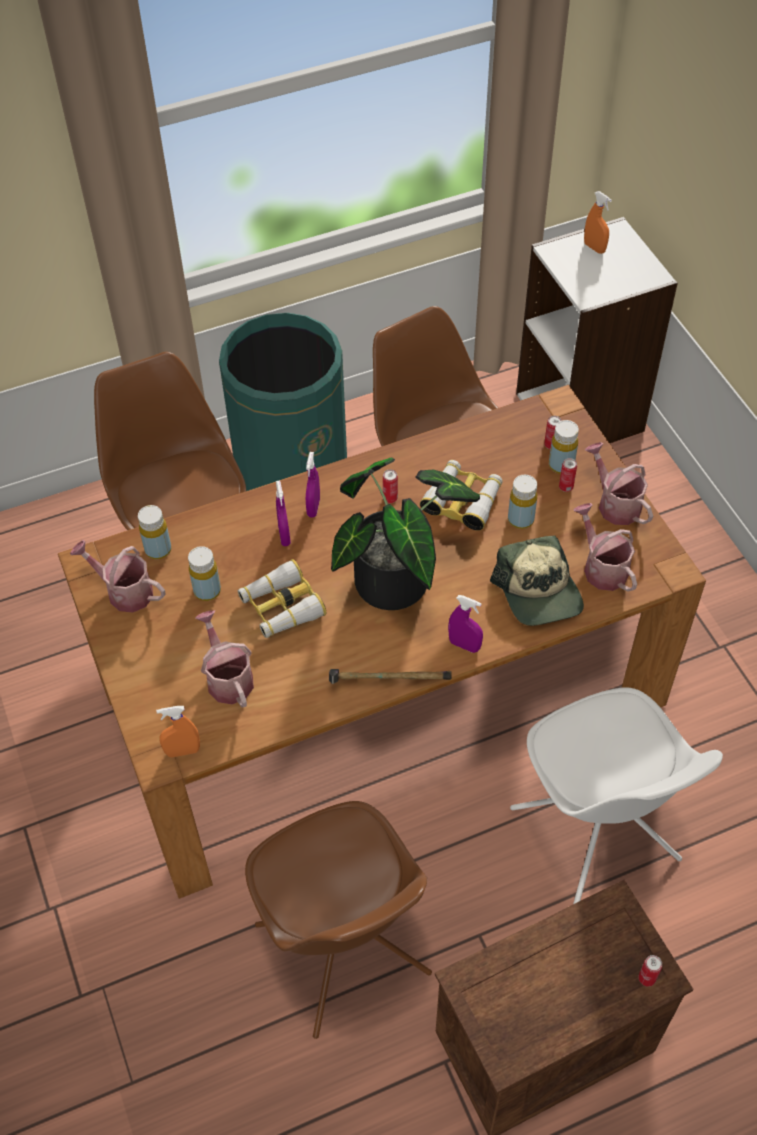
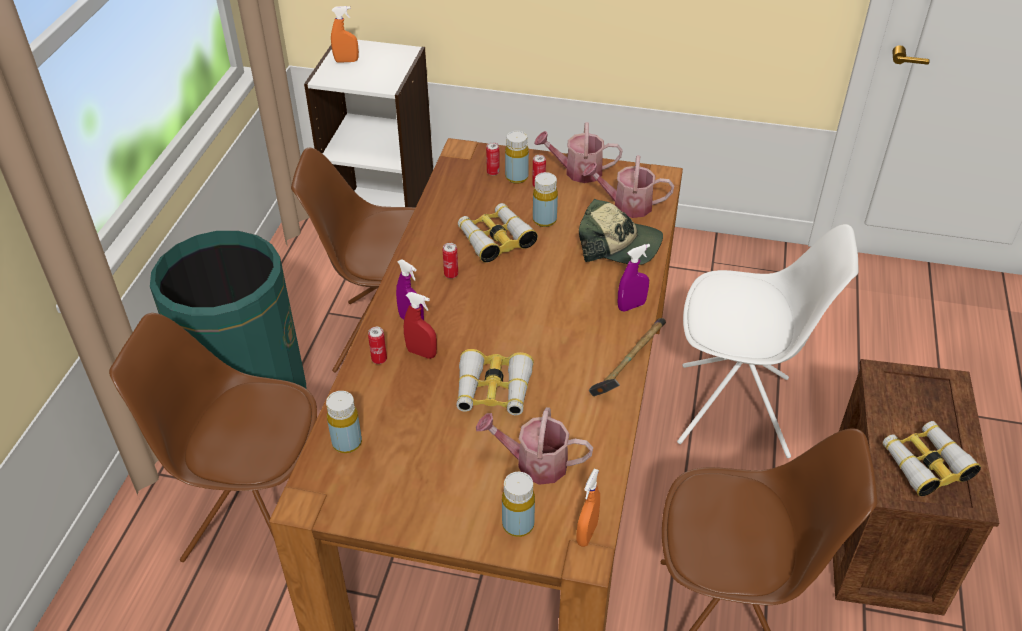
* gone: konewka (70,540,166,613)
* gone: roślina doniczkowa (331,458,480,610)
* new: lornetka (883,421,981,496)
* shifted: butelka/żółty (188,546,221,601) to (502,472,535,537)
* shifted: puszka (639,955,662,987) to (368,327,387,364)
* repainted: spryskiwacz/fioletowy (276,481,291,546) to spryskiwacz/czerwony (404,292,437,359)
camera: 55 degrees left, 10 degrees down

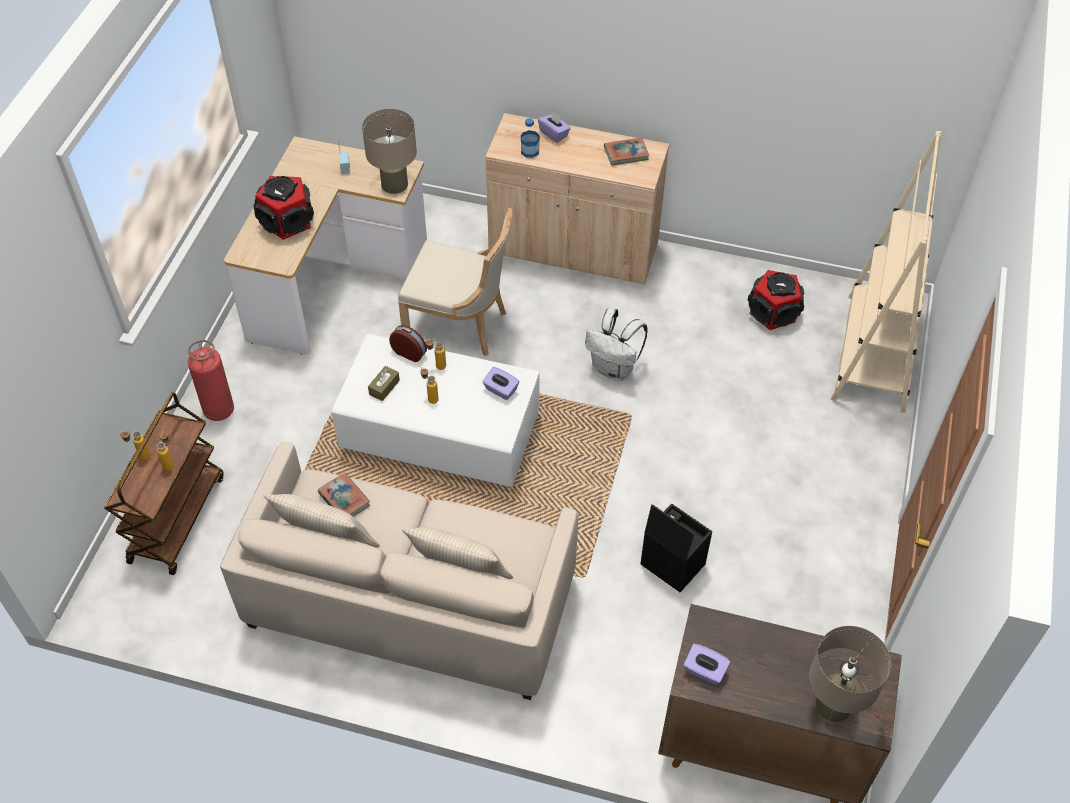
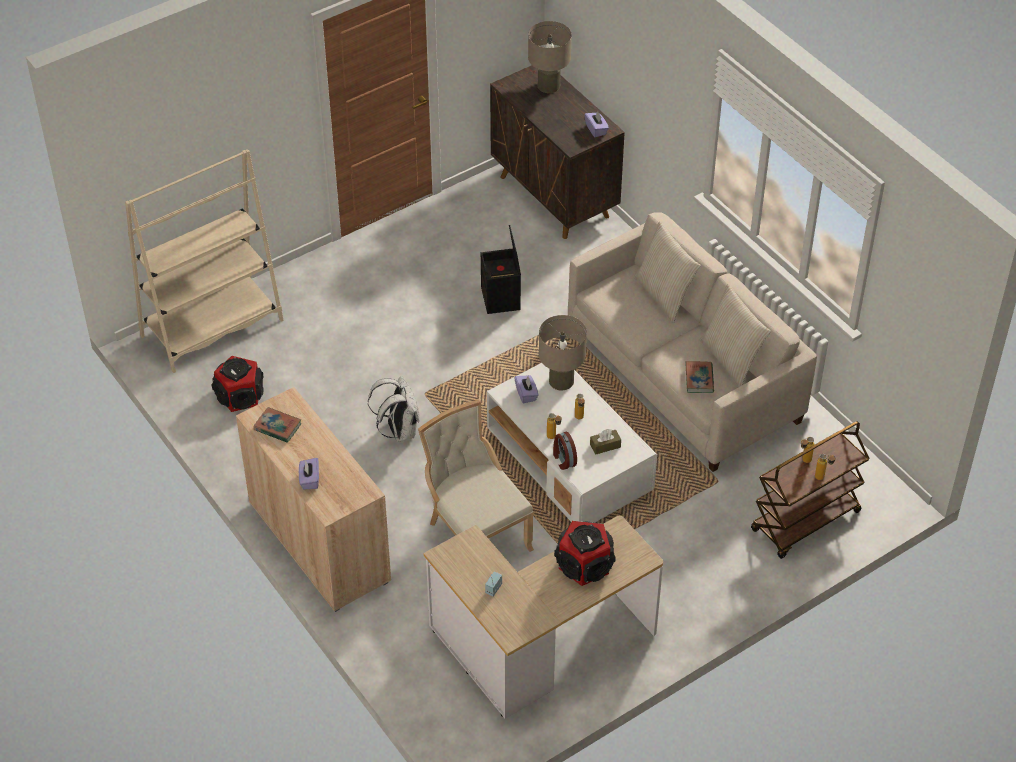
* gone: gaśnica (188,340,234,421)
* gone: butelka (521,118,540,158)
* shifted: lampa stołowa/beżowy (362,109,417,194) to (539,315,587,390)
camera: 140 degrees left, 5 degrees down

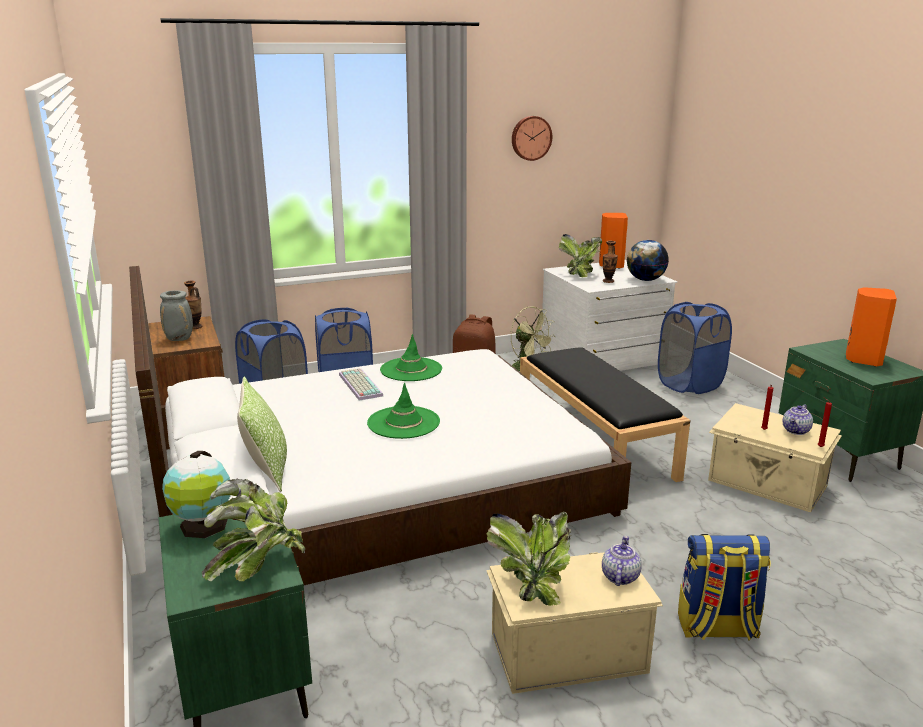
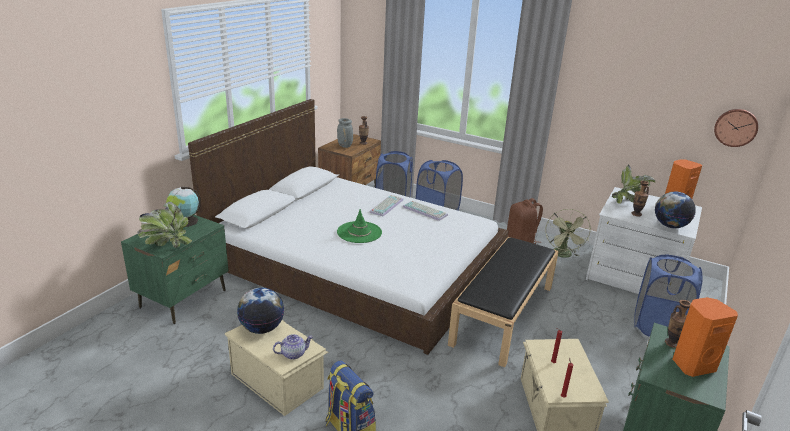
* gone: poduszka (237,377,287,492)
* gone: imbryk (783,404,813,435)
* new: wazon (665,300,691,348)
* shifted: zegar ścienny (512,116,552,161) to (714,109,758,147)
* swapped: kapelusz/zielony (380,334,442,381) to klawiatura (403,201,448,221)
* swapped: roślina doniczkowa (487,512,571,606) to globus (237,287,284,334)
camera: 50 degrees right, 5 degrees up

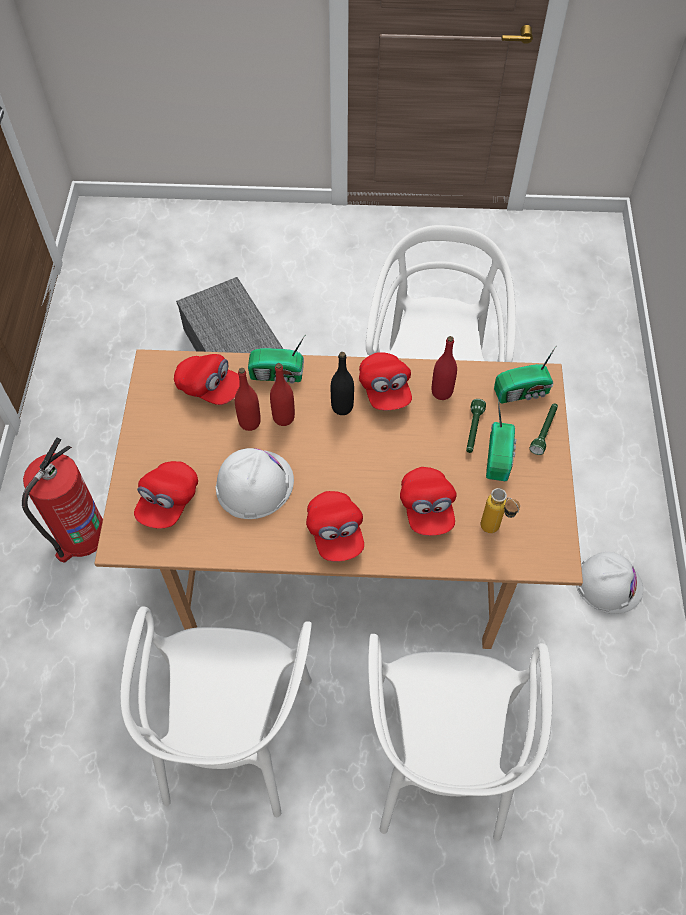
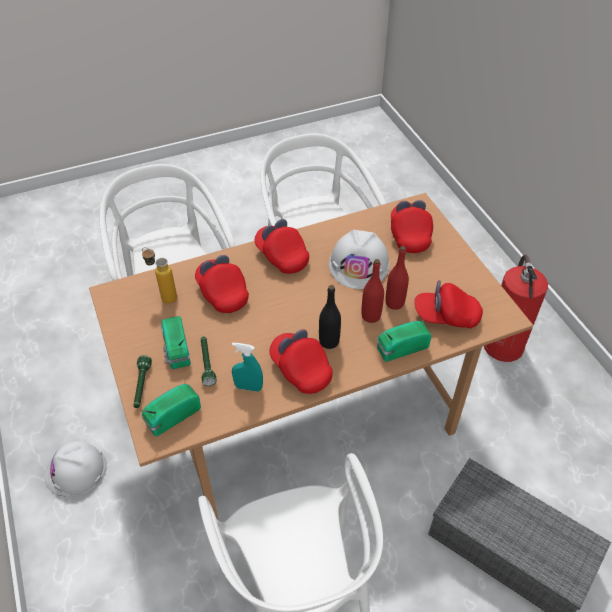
* swapped: butelka/czerwony (432,336,457,400) to spryskiwacz/turkusowy (232,343,263,392)
camera: 155 degrees right, 10 degrees down

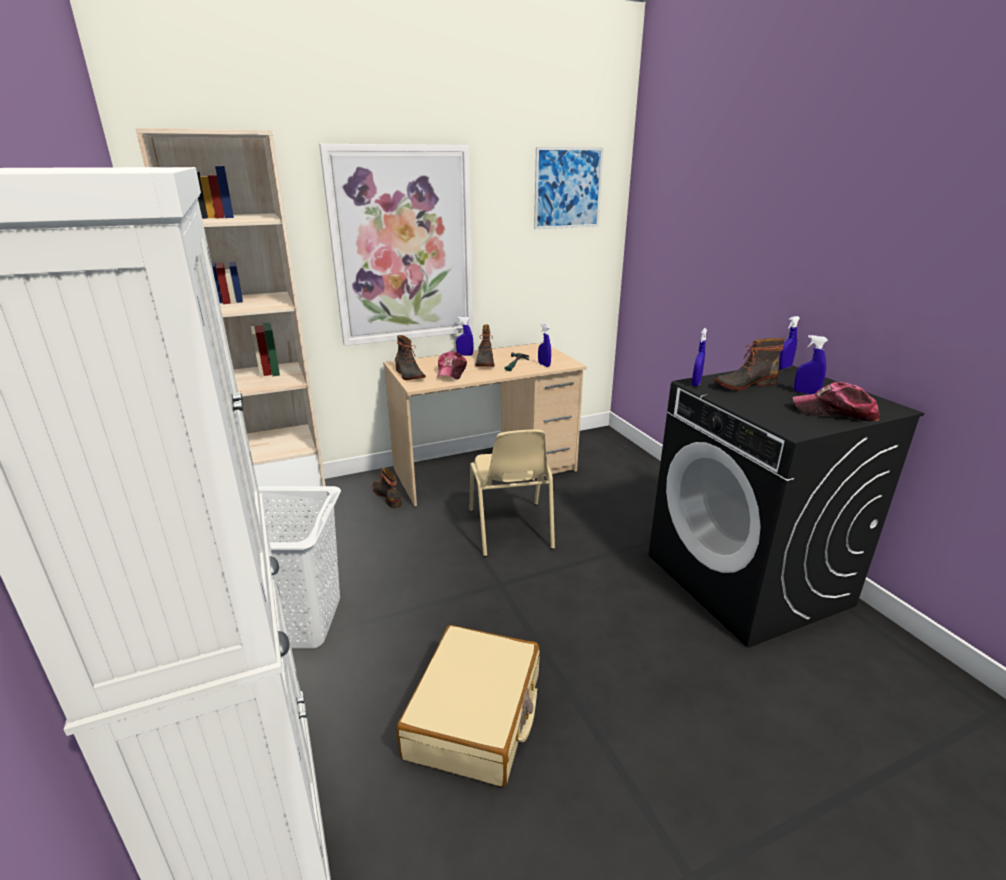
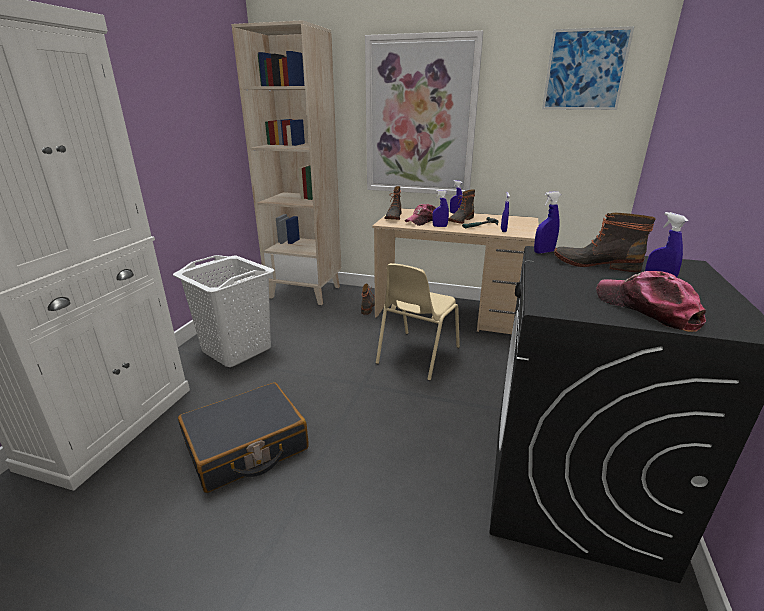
* shifted: spryskiwacz/niebieski (779,316,800,369) to (432,190,449,227)
* repainted: walizka/beżowy (397,625,540,787) to walizka/czarny (178,383,309,493)
camera: 40 degrees right, 0 degrees up

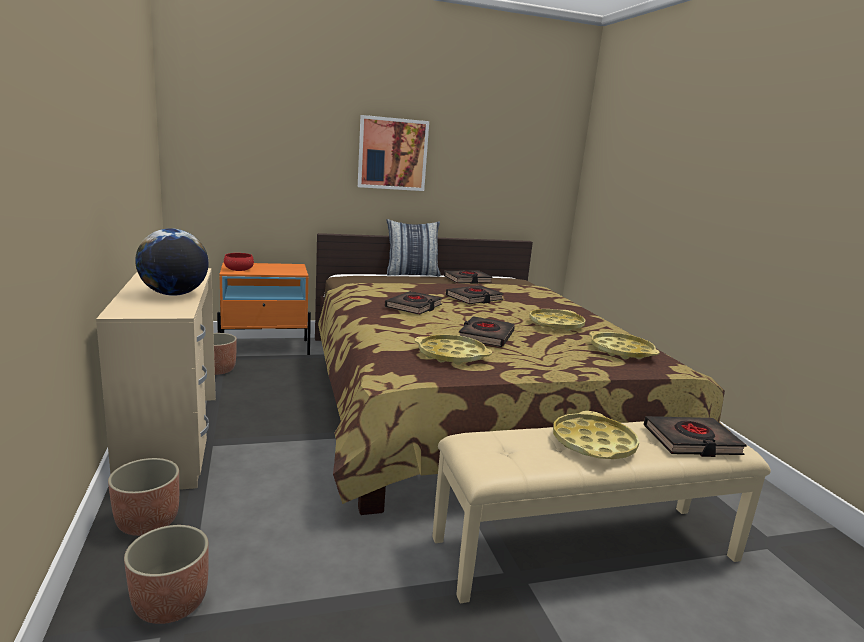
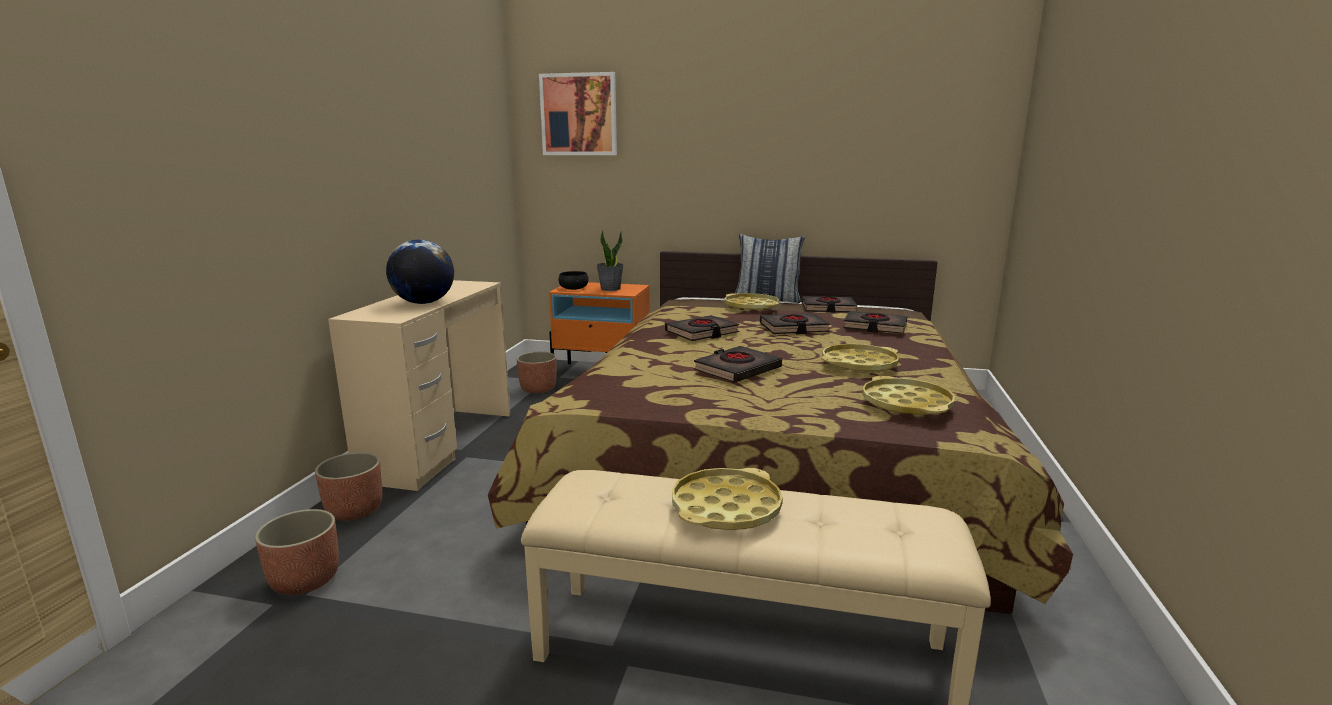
* new: roślina doniczkowa (597,230,624,291)
* shifted: obraz (358,115,429,191) to (539,72,617,155)
* shifted: taca/żółty (414,334,492,365) to (725,293,779,312)
* shifted: książka/czarny (644,416,747,457) to (843,311,907,334)
* repainted: miska/czerwony (224,253,254,271) to miska/czarny (558,271,588,290)
camera: 30 degrees right, 0 degrees up

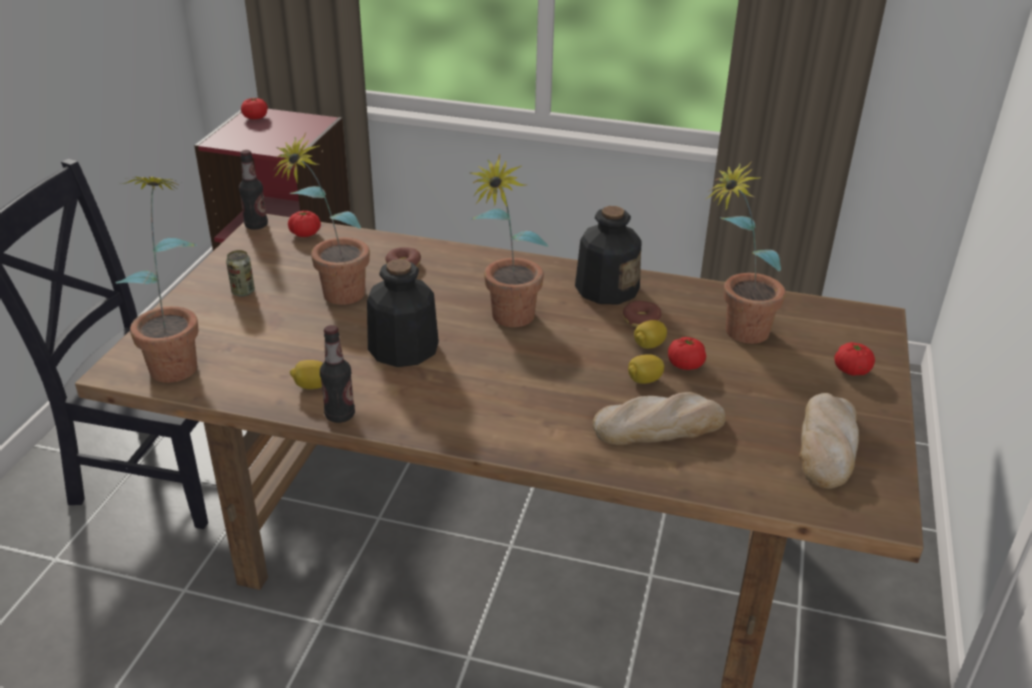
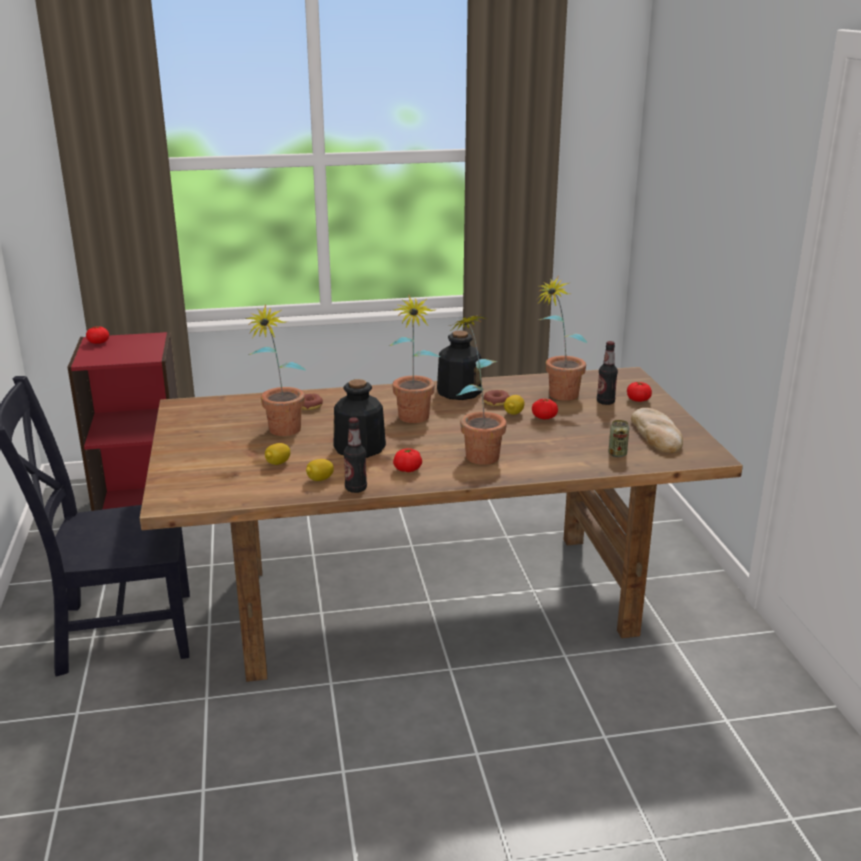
* gone: chleb (592,392,726,445)
* shifted: roślina doniczkowa (115,177,199,383) to (452,315,507,465)
* shifted: puszka (226,250,255,296) to (608,420,629,457)
* shifted: butelka (239,150,268,230) to (597,341,618,405)
* shifted: pomidor (288,211,321,237) to (393,448,422,472)
* shifted: cytryna (628,354,664,384) to (265,443,291,465)
camera: 25 degrees left, 10 degrees down

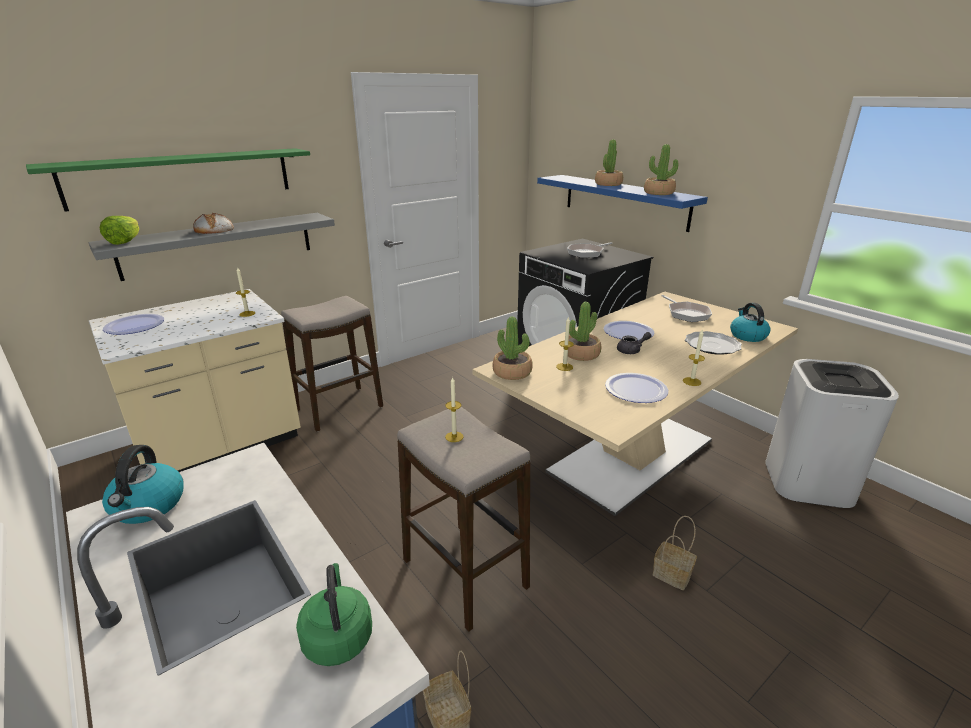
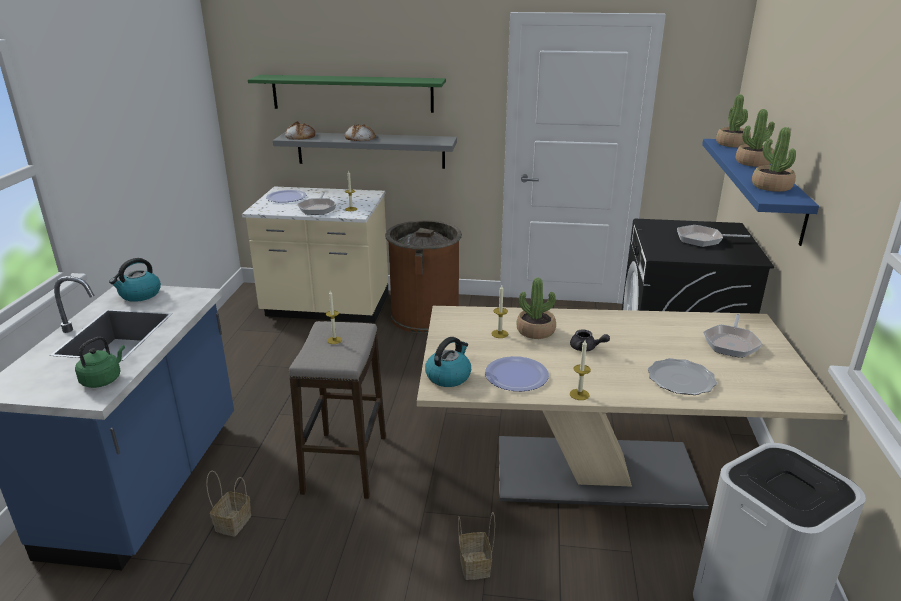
* gone: talerz (604,321,655,341)
* new: patelnia (297,192,336,215)
* shifted: roślina doniczkowa (492,316,533,380) to (716,94,751,147)
* shifted: czajnik (730,302,771,342) to (425,337,471,387)
* swapped: sałata (100,216,139,245) to chleb (285,121,315,140)
* swapped: stołek (281,296,383,432) to kosz na śmieci/brązowy (385,220,462,333)
camera: 45 degrees right, 0 degrees up

